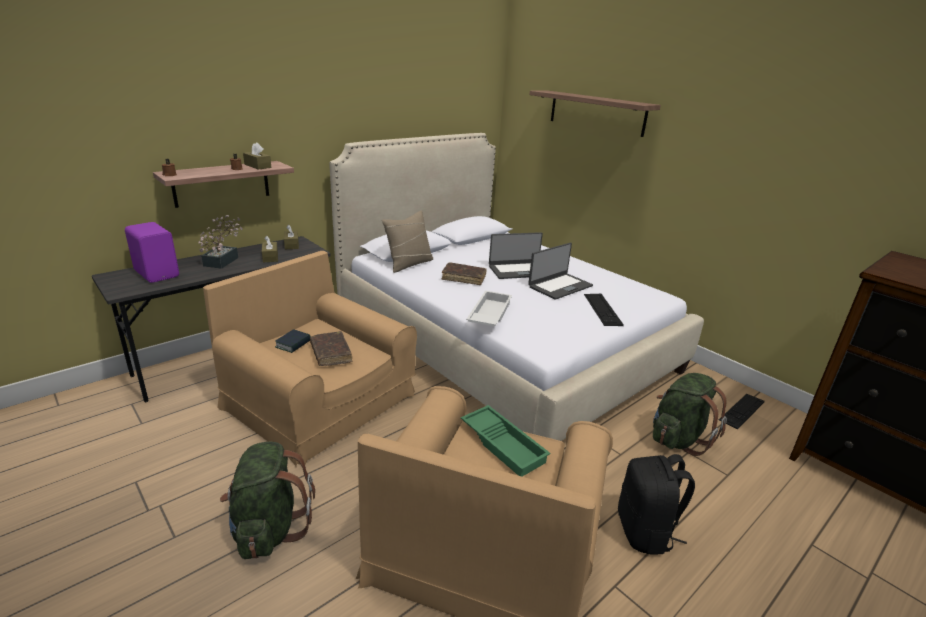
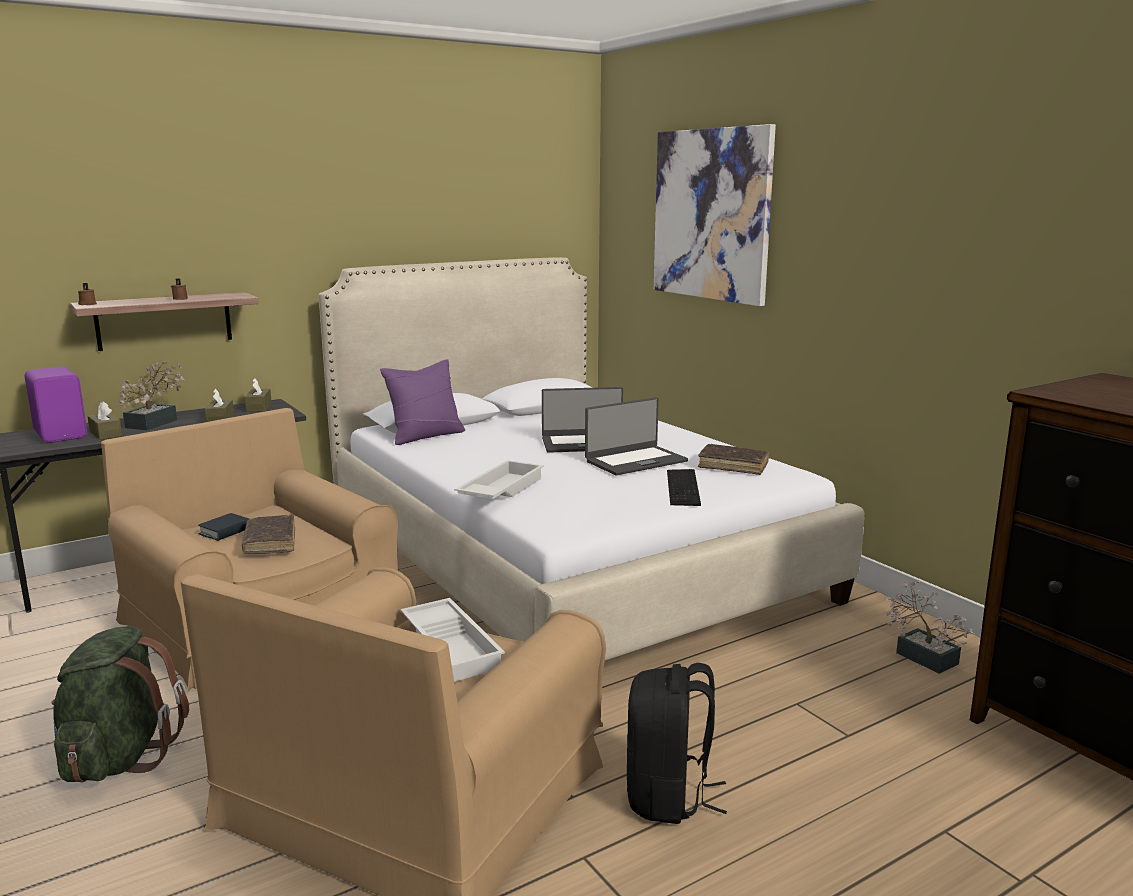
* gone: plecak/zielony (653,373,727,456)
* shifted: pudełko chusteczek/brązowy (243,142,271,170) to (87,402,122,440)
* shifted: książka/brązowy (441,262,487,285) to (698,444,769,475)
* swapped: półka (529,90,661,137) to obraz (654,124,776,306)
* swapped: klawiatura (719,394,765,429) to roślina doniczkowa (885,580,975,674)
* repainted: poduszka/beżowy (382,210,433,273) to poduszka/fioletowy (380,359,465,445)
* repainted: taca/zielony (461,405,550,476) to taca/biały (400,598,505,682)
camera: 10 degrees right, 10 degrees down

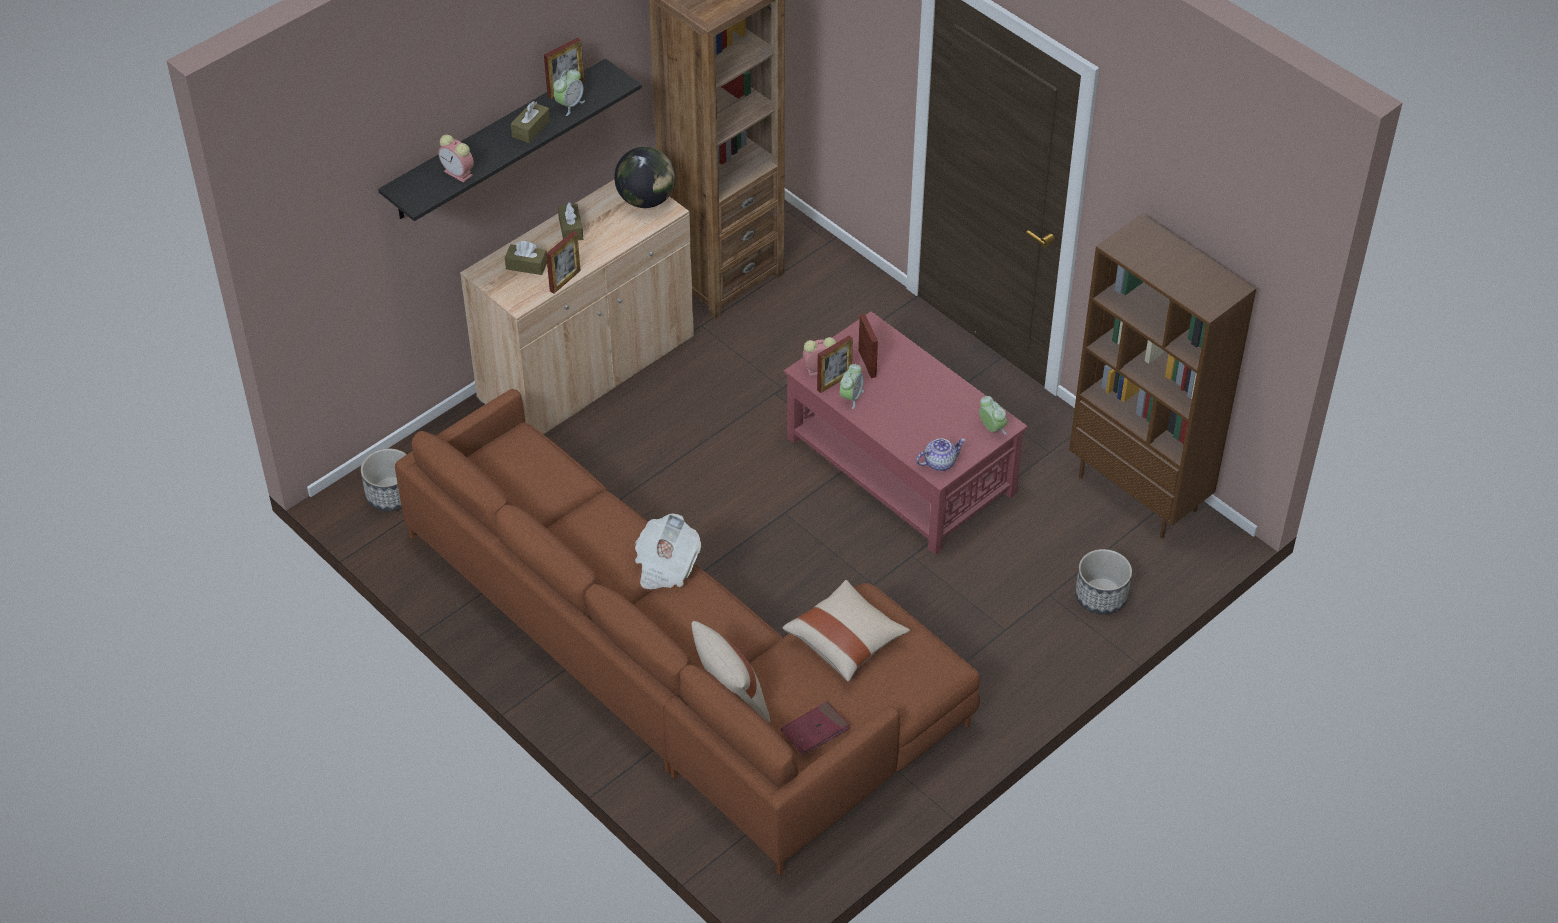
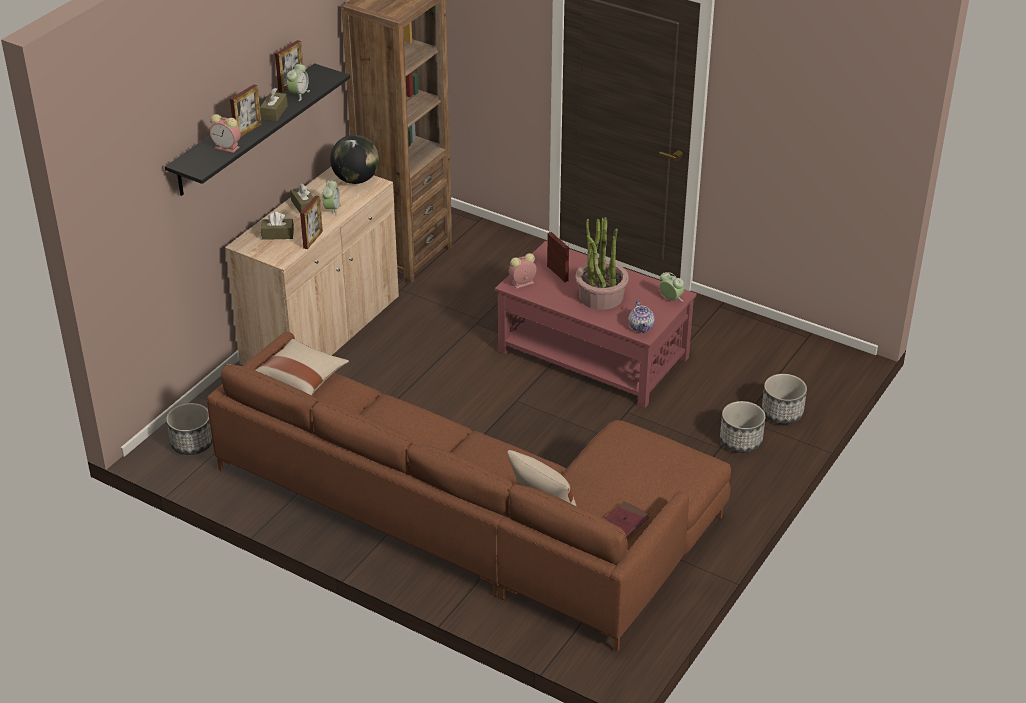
* gone: gazeta (634,514,701,589)
* gone: regał/brązowy (1069,214,1256,538)
* new: roślina doniczkowa (575,217,629,310)
* new: donica (720,401,766,453)
* shifted: poduszka/beżowy (782,580,910,682) to (255,339,349,395)
* shifted: ramka na zdjęcie (817,336,853,393) to (230,84,262,137)
* shifted: budzik (840,364,864,409) to (323,180,341,216)
* rotated: imbryk (916,438,966,471) = (629,301,655,333) 120 degrees clockwise
camera: 15 degrees left, 10 degrees down

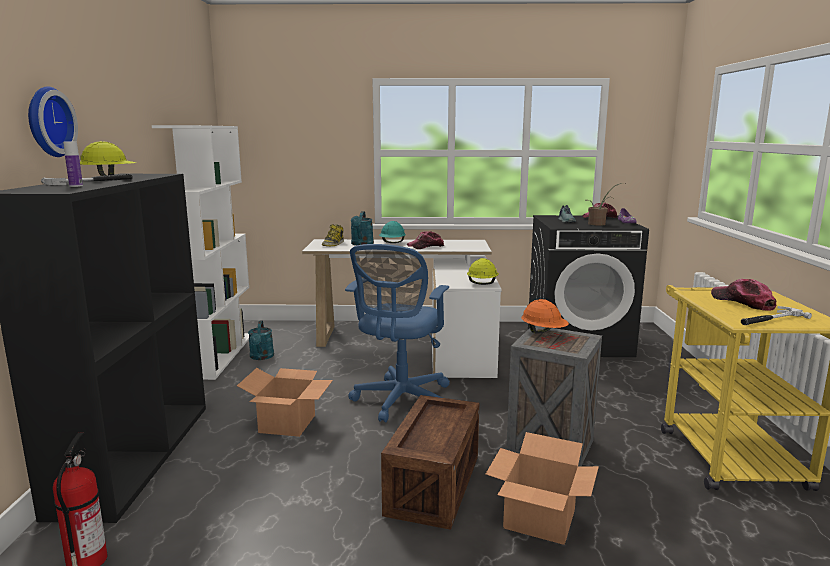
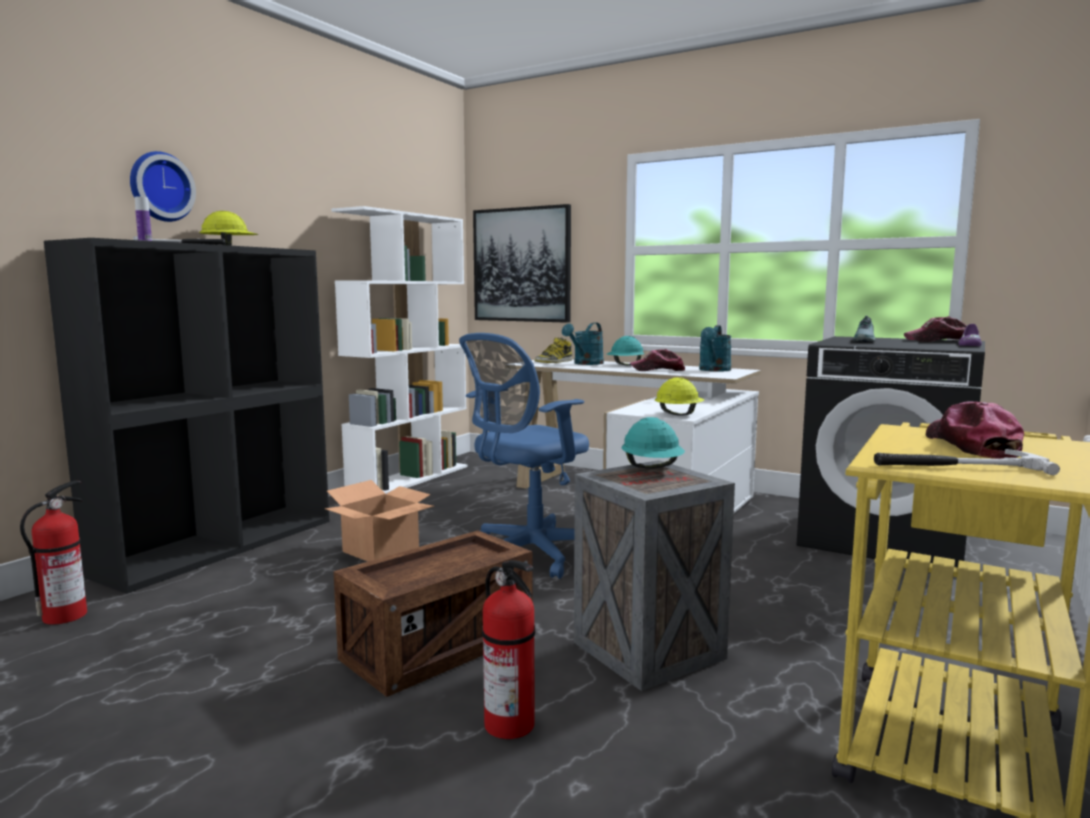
* gone: roślina doniczkowa (585,183,627,226)
* new: obraz (473,204,571,323)
* shifted: konewka/turkusowy (248,321,274,360) to (699,325,732,372)
* swapped: karton (486,432,599,545) to gaśnica (482,560,535,739)
* repainted: kask/pomarańczowy (521,299,569,334) to kask/turkusowy (622,417,685,469)
camera: 30 degrees right, 5 degrees down

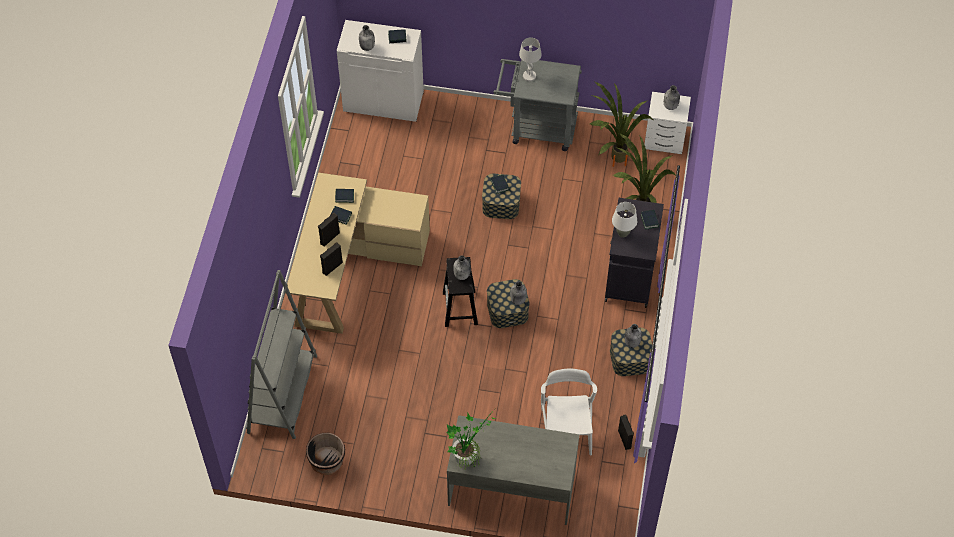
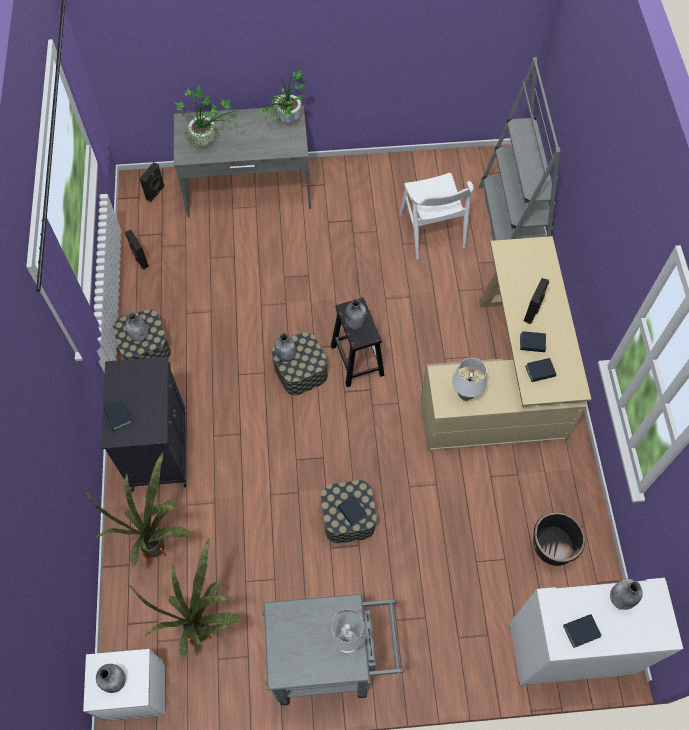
* new: roślina doniczkowa (174,84,241,152)
* shifted: donica/czarny (306,433,345,475) to (533,512,585,566)
* shifted: głośnik/czarny (320,242,343,276) to (139,162,165,202)
* shifted: krzesło/biały (541,368,597,456) to (399,173,473,260)
* shifted: lampa stołowa/biały (612,202,637,238) to (452,358,487,401)
camera: 165 degrees right, 5 degrees up

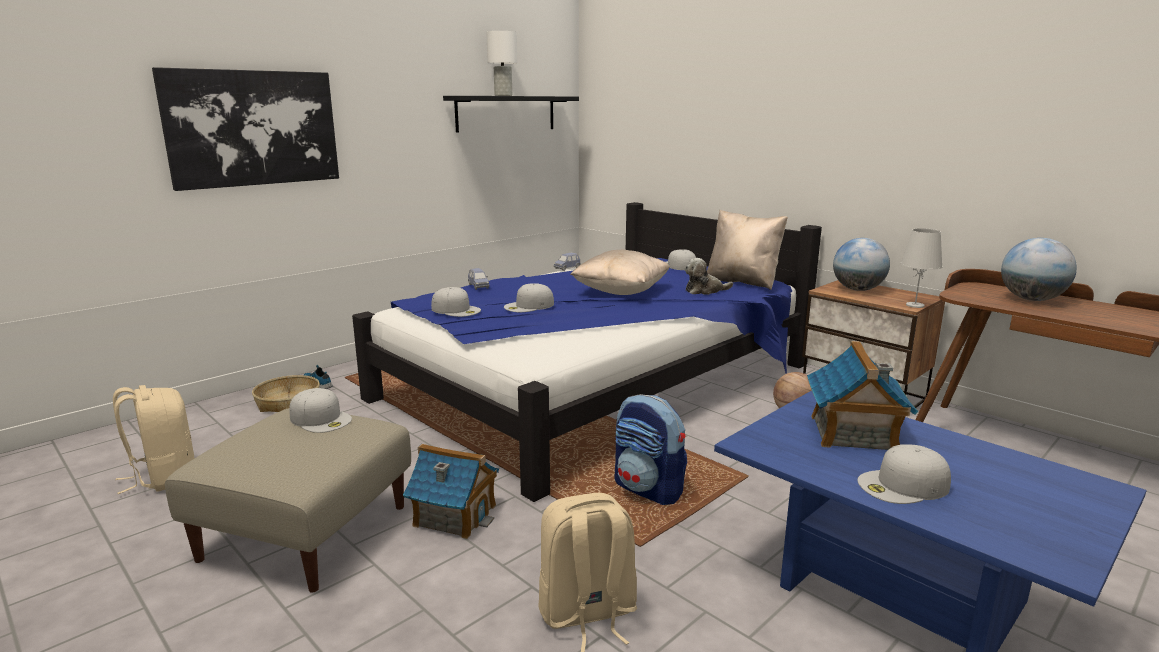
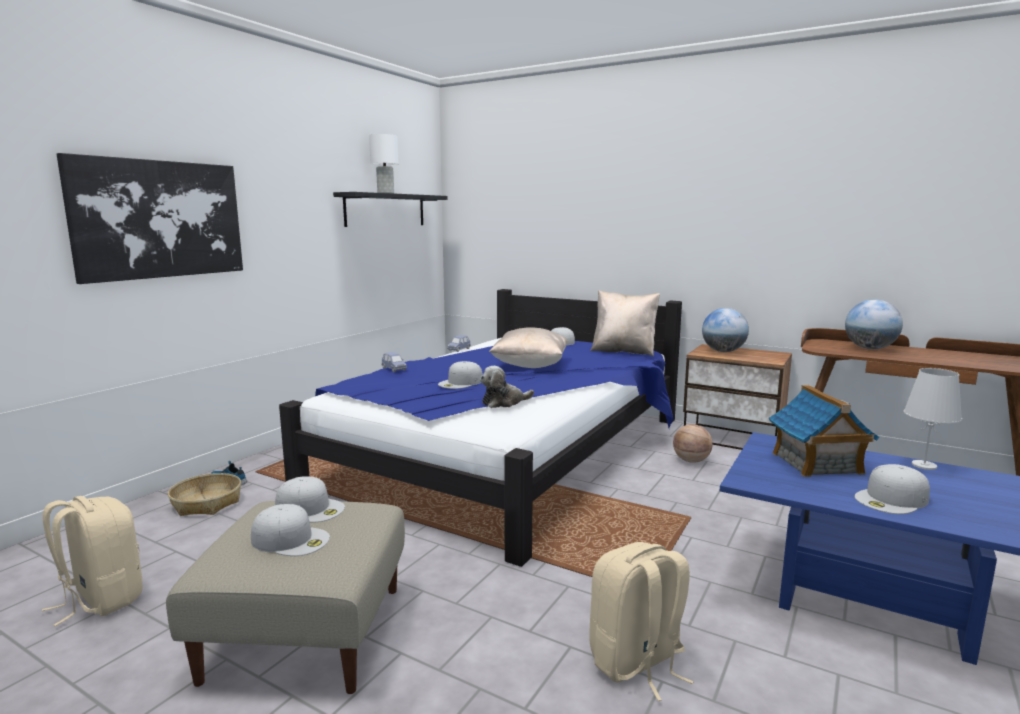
* gone: domek (403,444,499,539)
* gone: plecak (615,394,687,505)
* shifted: czapka z daszkiem/biały (431,287,481,317) to (251,504,330,556)
* shifted: pluszak (685,258,733,295) to (480,366,534,408)
* shifted: lampa stołowa/biały (901,228,943,308) to (904,368,962,470)
camera: 15 degrees left, 5 degrees down

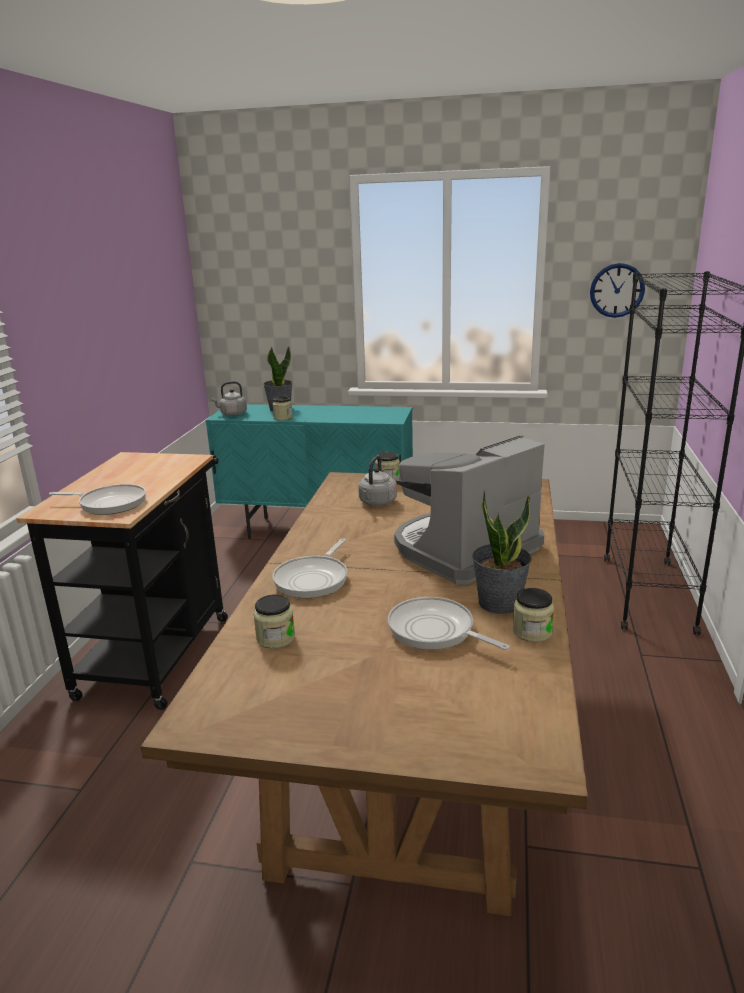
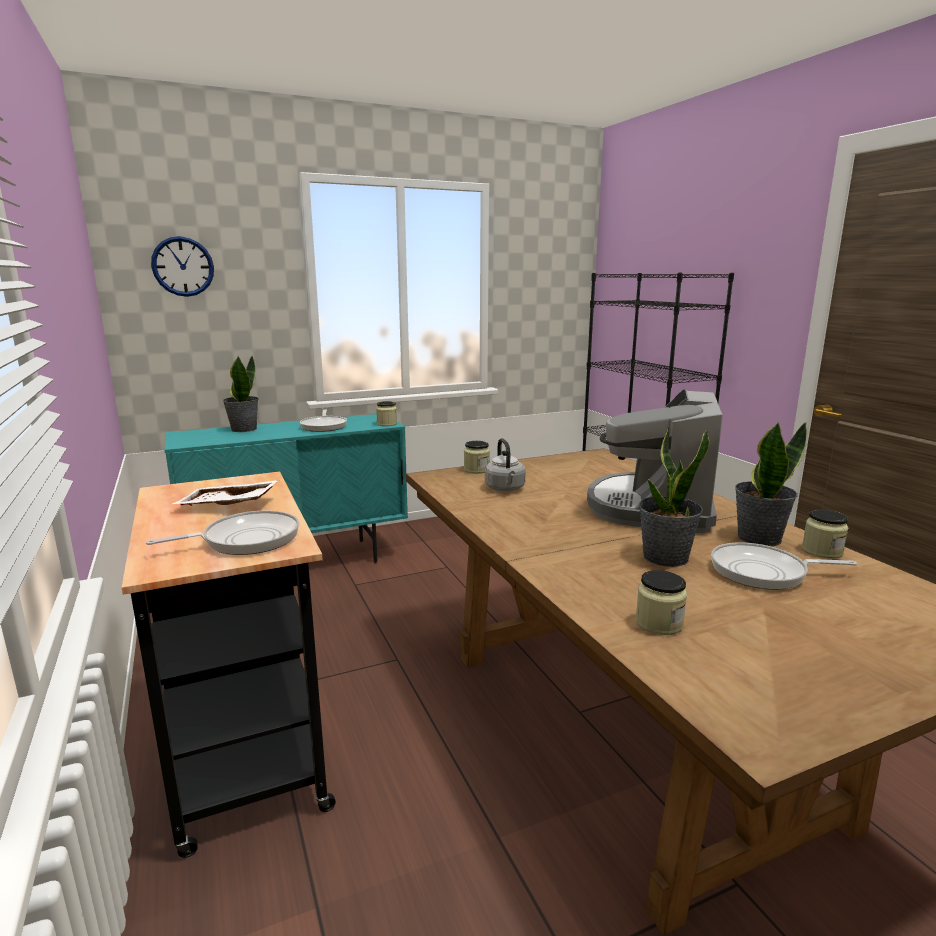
* gone: czajnik/szary (211,381,247,416)
* new: taca/biały (172,480,279,506)
* new: roślina doniczkowa (639,426,710,567)
* shifted: patelnia (272,539,348,598) to (300,410,347,432)
* shifted: słoik (273,396,293,420) to (376,401,397,426)
* shifted: zegar ścienny (590,263,645,318) to (151,236,214,297)
camera: 35 degrees left, 5 degrees down

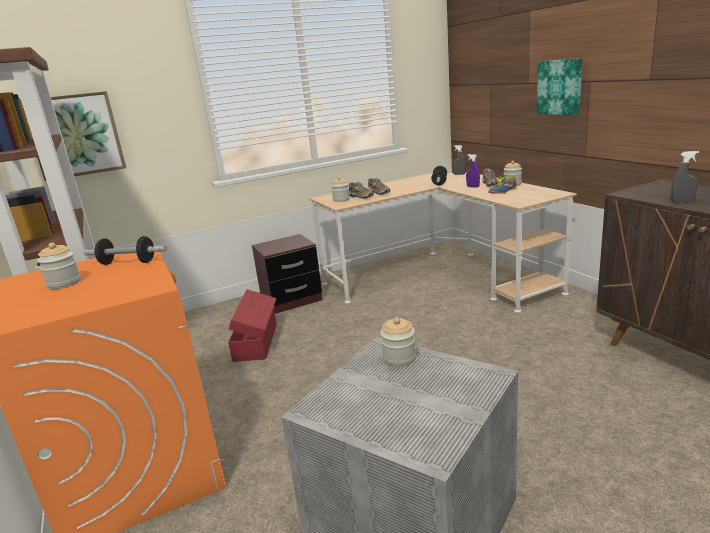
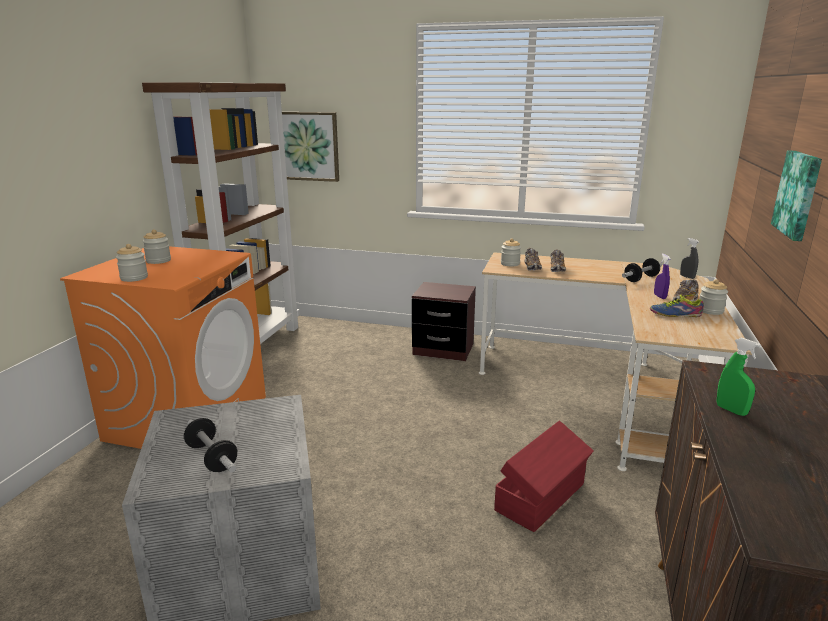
* shifted: hantel (84,236,167,265) to (184,418,237,472)
* shifted: pojemnik do przechowywania/czerwony (228,289,277,362) to (494,421,593,532)
* shifted: słoik (380,317,416,367) to (116,244,148,282)
* repainted: spryskiwacz/szary (671,151,699,203) to spryskiwacz/zielony (716,338,761,416)
camera: 40 degrees right, 0 degrees up

